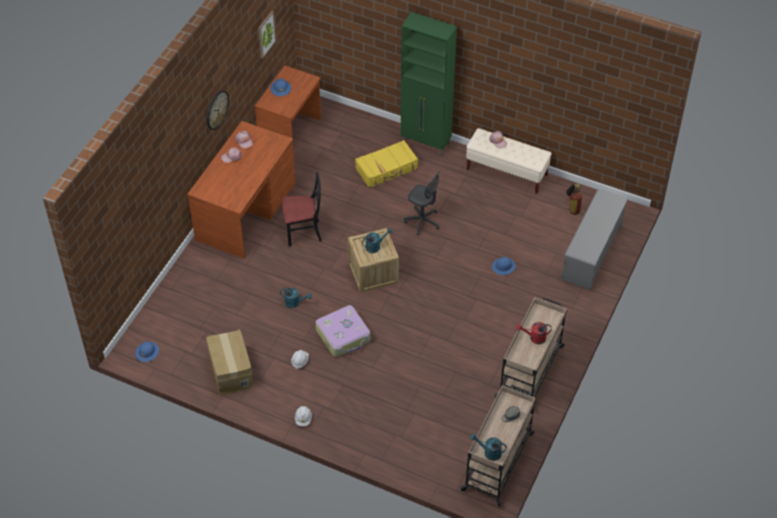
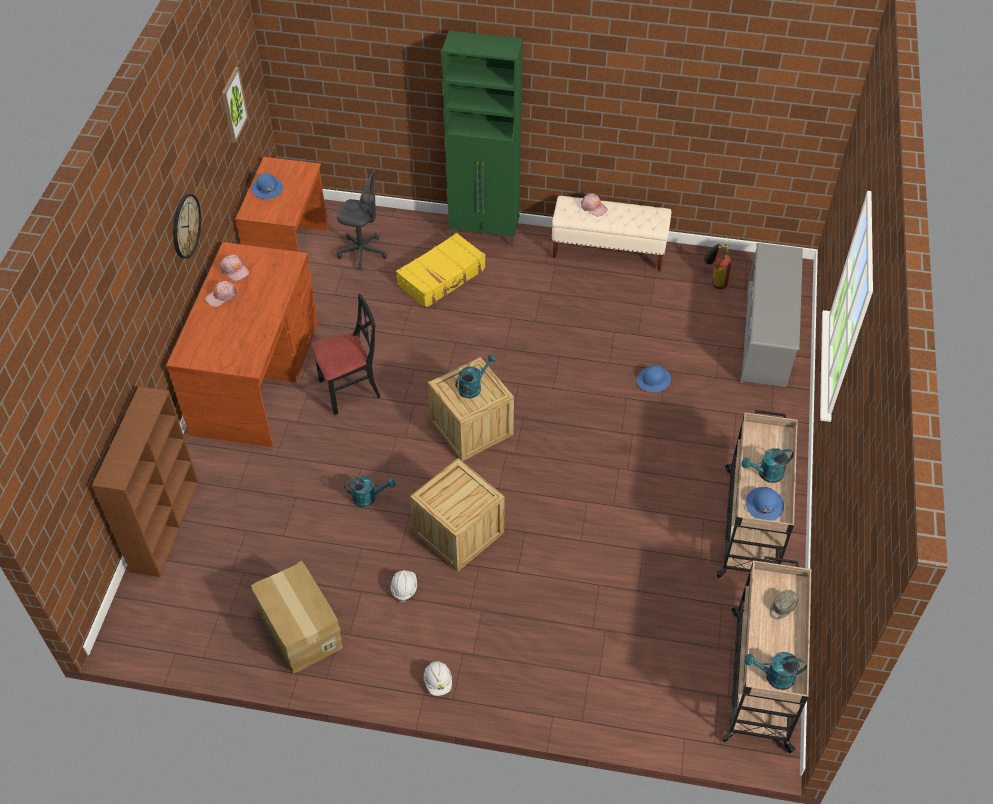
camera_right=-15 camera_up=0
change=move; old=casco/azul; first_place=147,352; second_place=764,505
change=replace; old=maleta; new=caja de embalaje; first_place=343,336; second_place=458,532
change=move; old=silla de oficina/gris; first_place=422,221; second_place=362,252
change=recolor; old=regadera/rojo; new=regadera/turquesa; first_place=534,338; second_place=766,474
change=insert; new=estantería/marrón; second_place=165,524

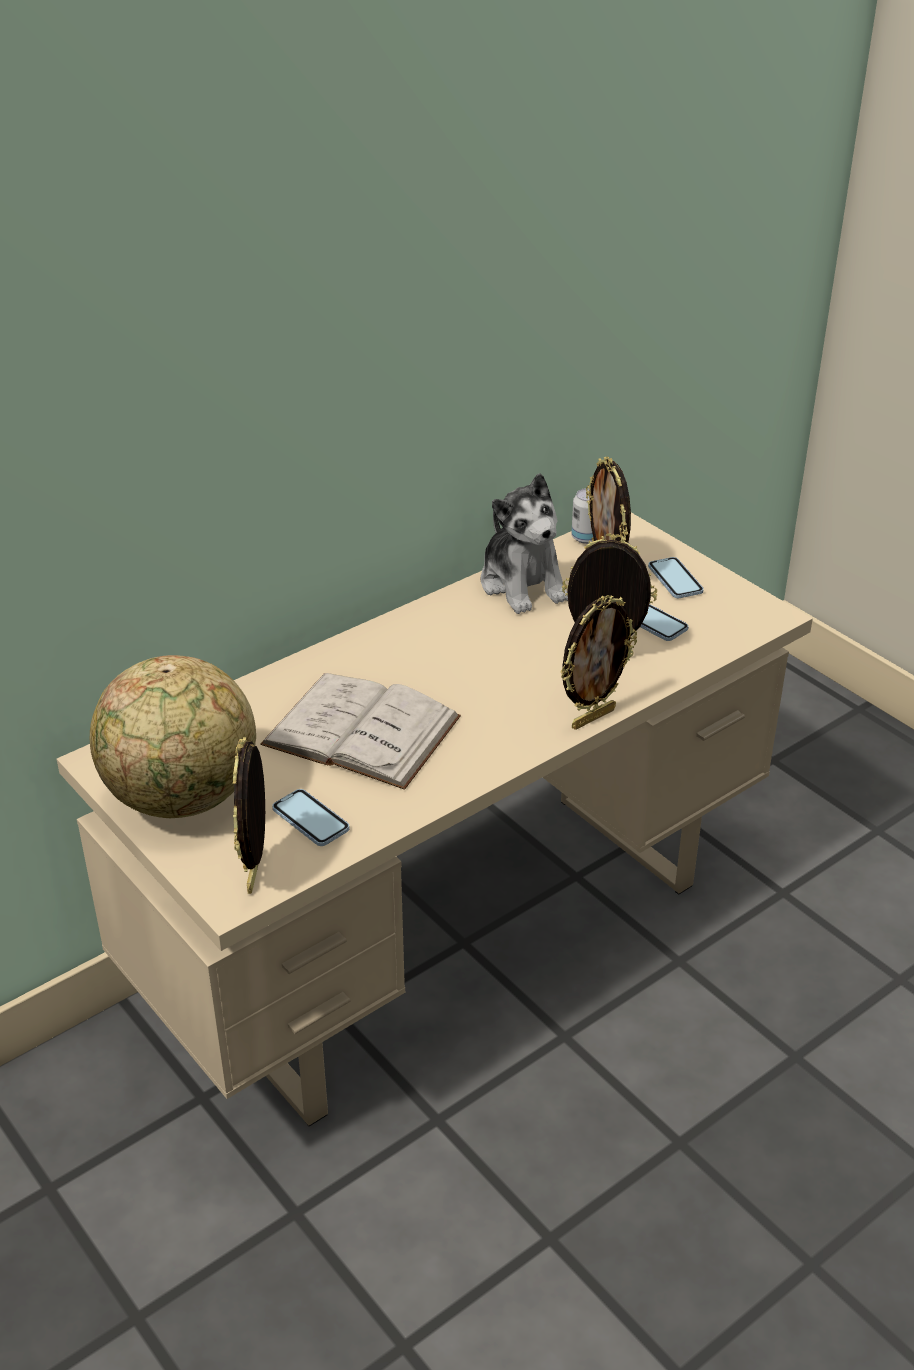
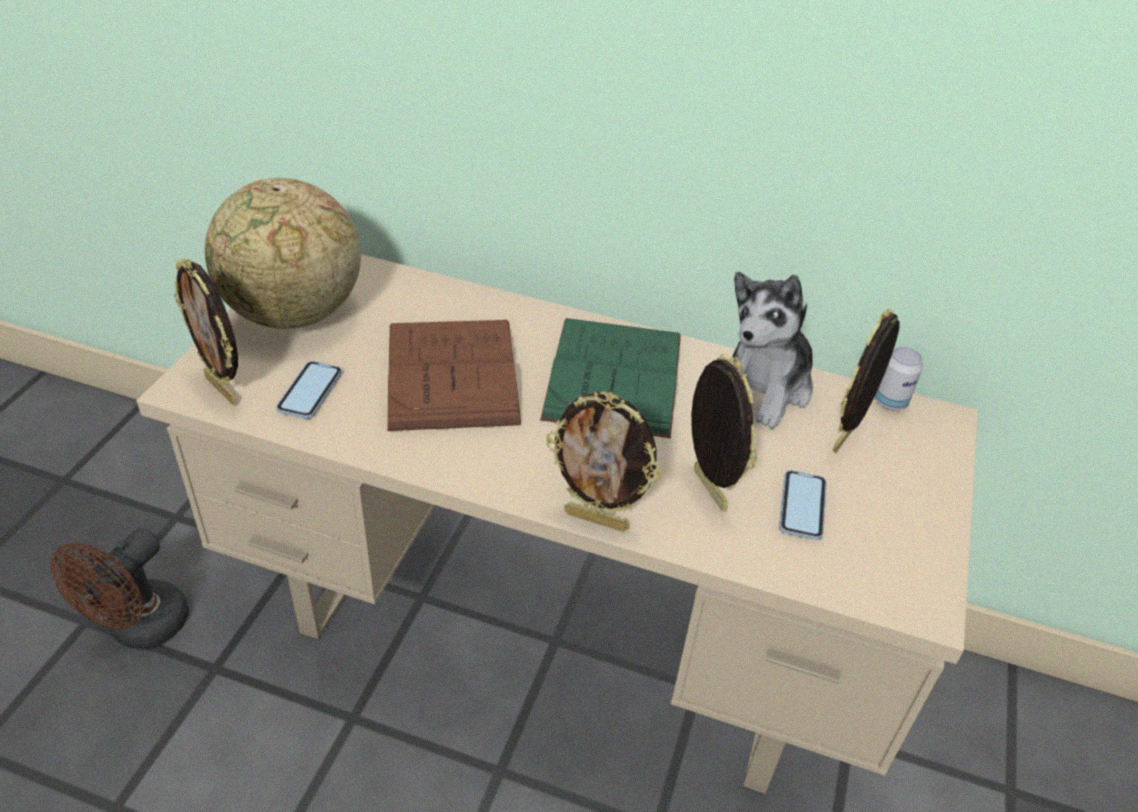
camera_right=55 camera_up=5
change=rotate; old=portarretratos; first_place=257,873; second_place=223,389; degrees=-105
change=recolor; old=libro/blanco; new=libro/marrón; first_place=361,730; second_place=452,373
change=delete; old=móvil; first_place=675,580
change=insert; new=ventilador/marrón; second_place=140,629
change=insert; new=libro/verde; second_place=614,376

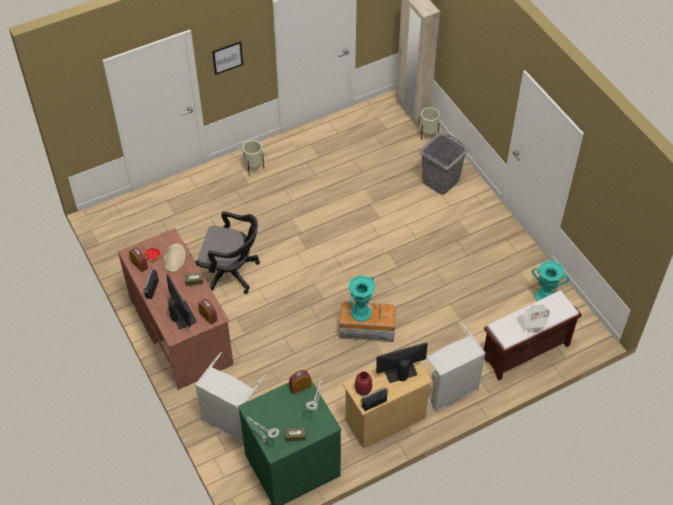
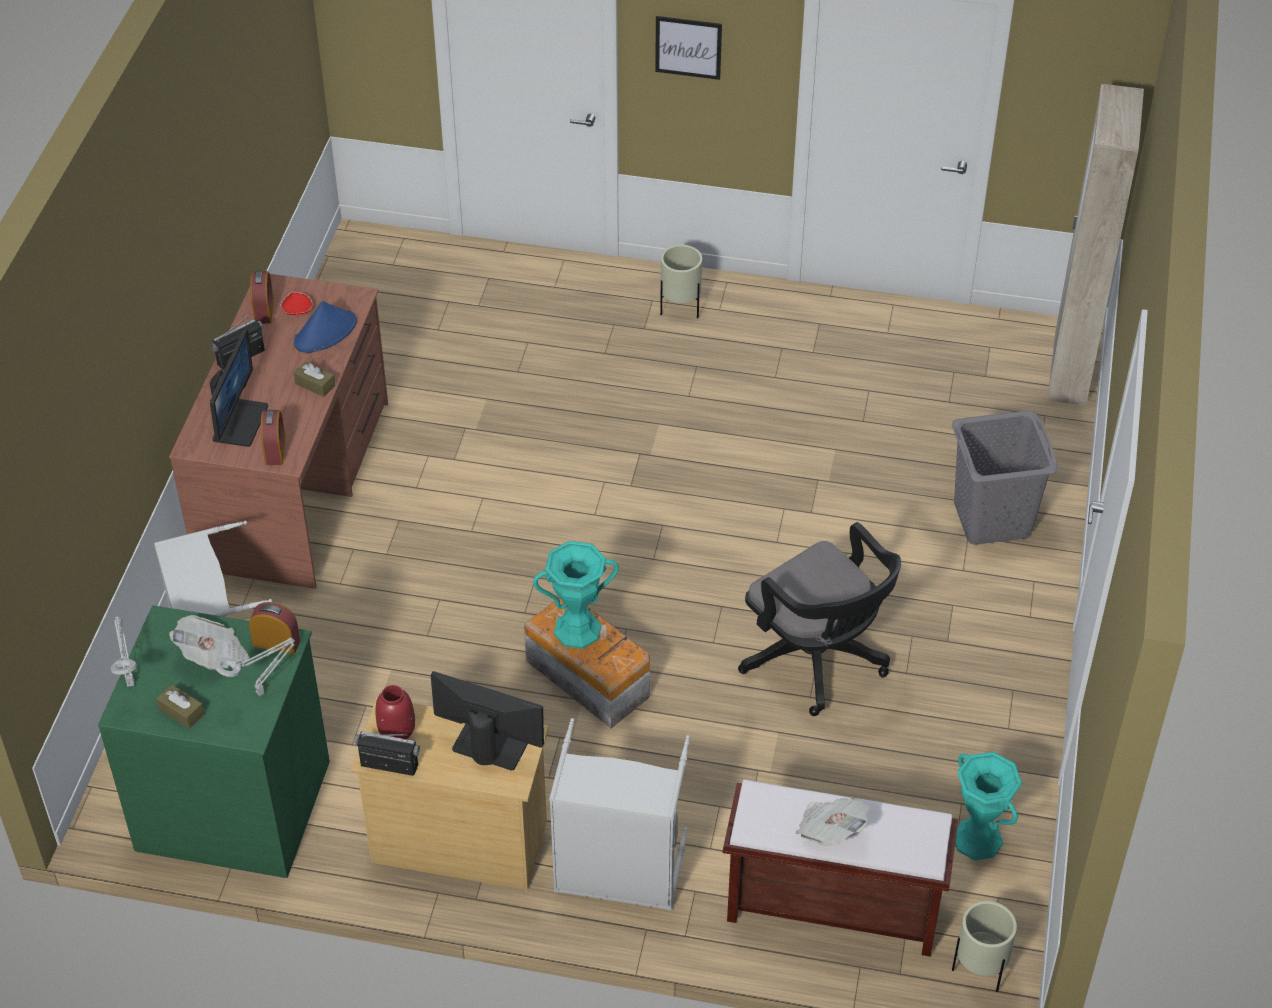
camera_right=40 camera_up=-5
change=recolor; old=sombrero/beis; new=sombrero/azul; first_place=174,258; second_place=325,332
change=move; old=silla de oficina/negro; first_place=231,273; second_place=818,661
change=move; old=maceta/beis; first_place=428,135; second_place=980,971
change=insert; new=periódico; second_place=213,655

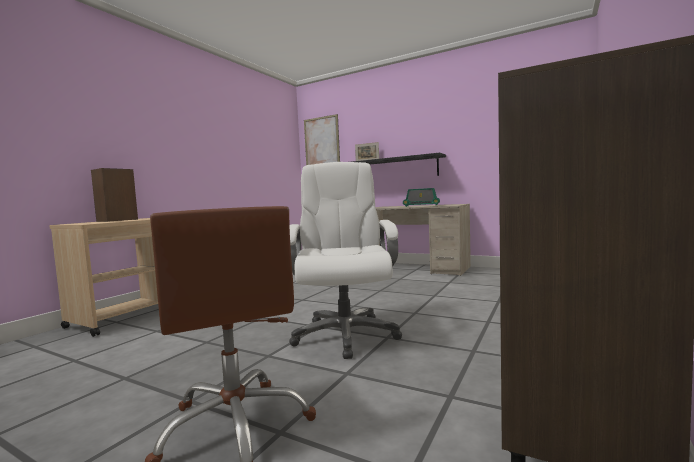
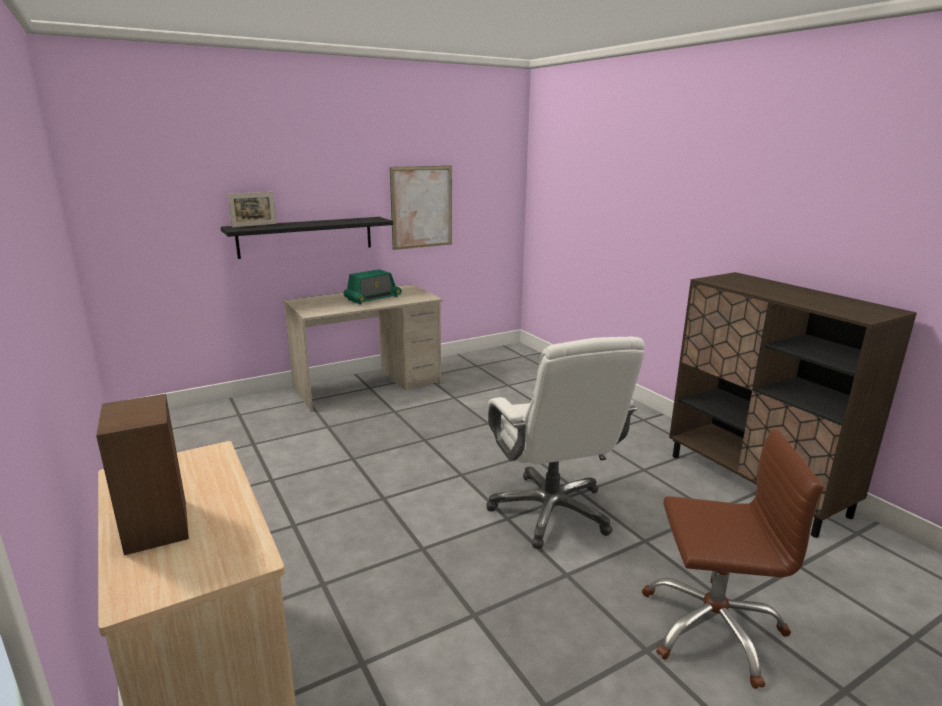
camera_right=-60 camera_up=15
change=rotate; old=silla de oficina/blanco; first_place=345,335; second_place=551,511; degrees=-135
change=move; old=cuadro; first_place=321,141; second_place=422,207

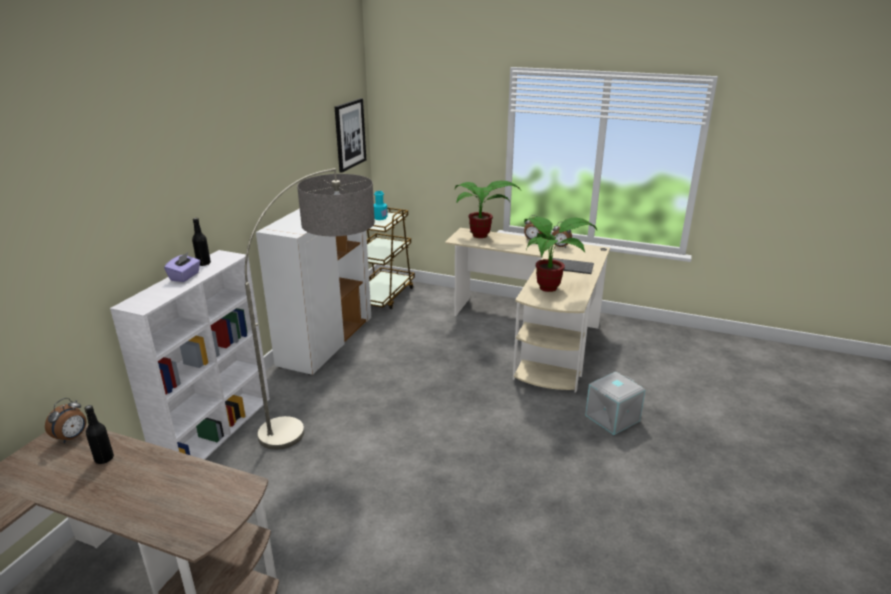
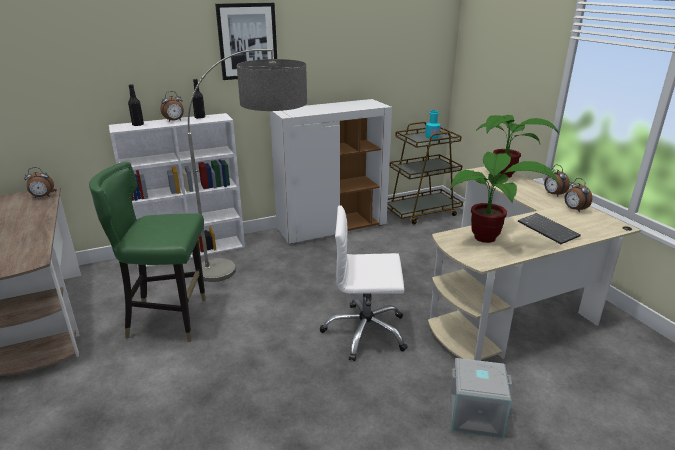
camera_right=45 camera_up=0
change=move; old=botella/negro; first_place=104,459; second_place=138,125
change=replace; old=caja de pañuelos/morado; new=despertador; first_place=185,276; second_place=174,121
change=move; old=cuadro; first_place=349,134; second_place=247,41
change=insert; new=silla/verde; second_place=169,319
change=insert; new=silla de oficina/blanco; second_place=365,332

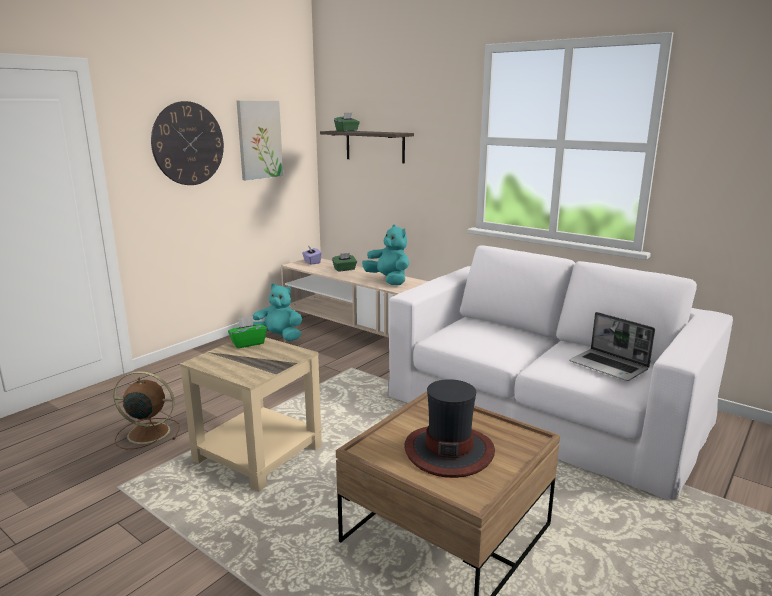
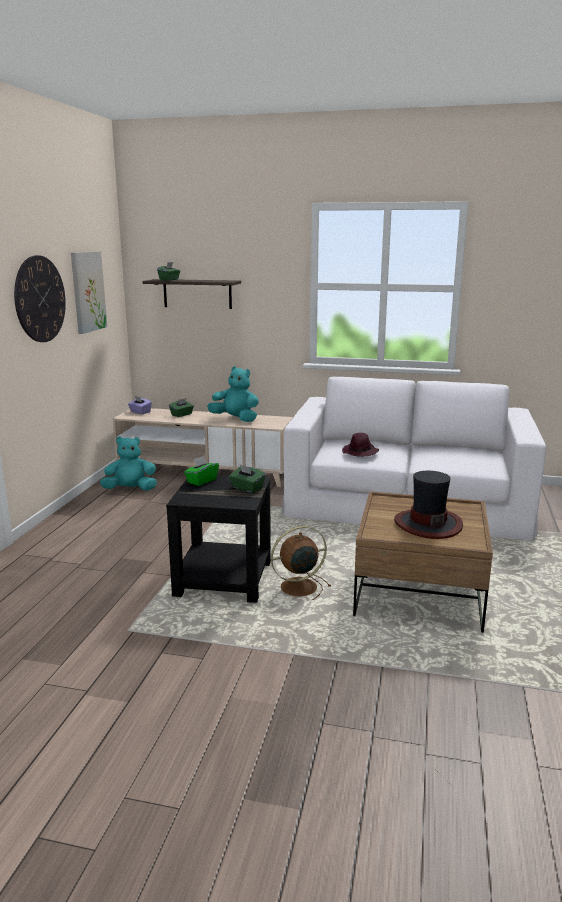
camera_right=-25 camera_up=0
change=move; old=ventilador/marrón; first_place=147,433; second_place=297,588
change=recolor; old=mesa auxiliar/beis; new=mesa auxiliar/negro; first_place=260,453; second_place=225,578
change=delete; old=portátil; first_place=609,366
change=insert; new=caja de pañuelos/verde; second_place=247,488
change=insert; new=sombrero/morado; second_place=360,452

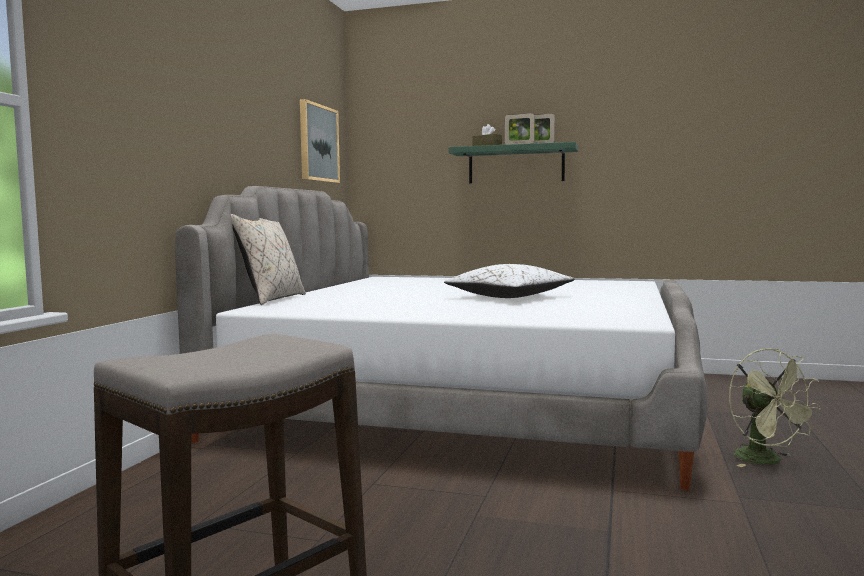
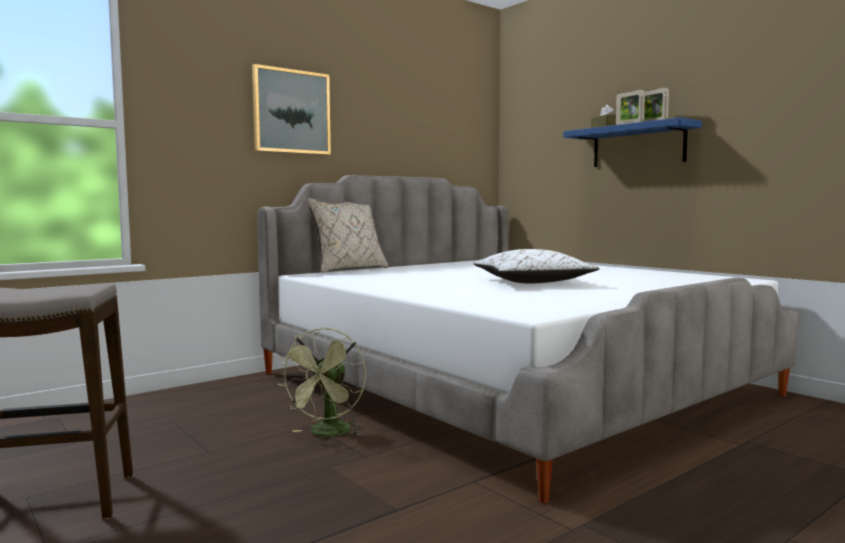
camera_right=35 camera_up=0
change=move; old=cuadro; first_place=318,143; second_place=291,112
change=recolor; old=estante/verde; new=estante/azul; first_place=516,165; second_place=638,146
change=move; old=ventilador/verde; first_place=766,461; second_place=328,434

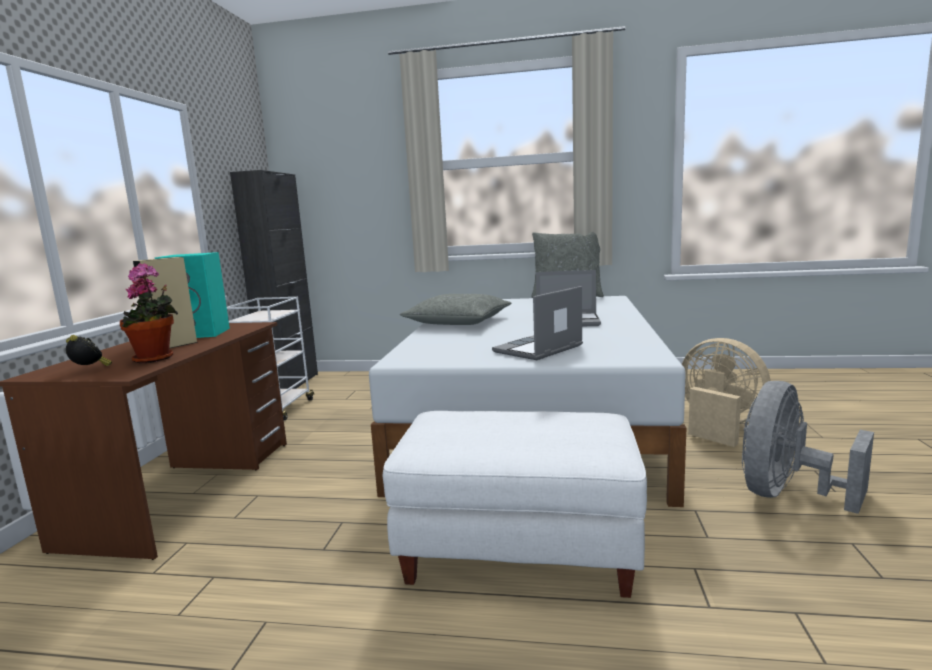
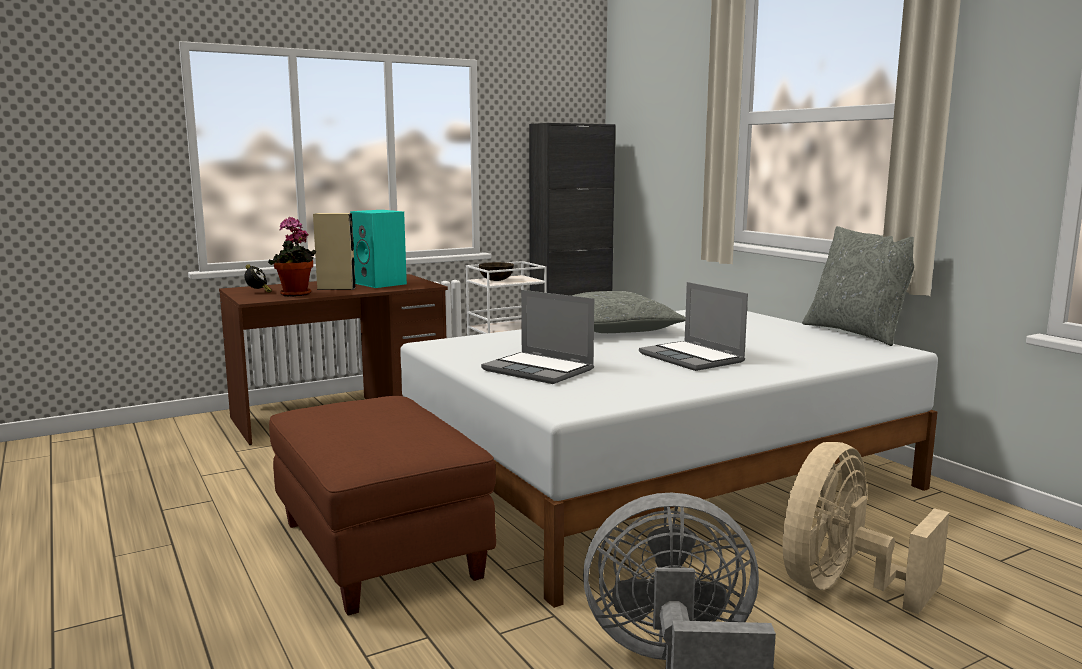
camera_right=50 camera_up=0
change=recolor; old=puf/blanco; new=puf/marrón; first_place=518,547; second_place=381,549
change=rotate; old=portátil; first_place=538,349; second_place=540,370; degrees=-150
change=rotate; old=ventilador/beis; first_place=718,426; second_place=842,587; degrees=-150
change=insert; new=cuenco/marrón; second_place=496,280

